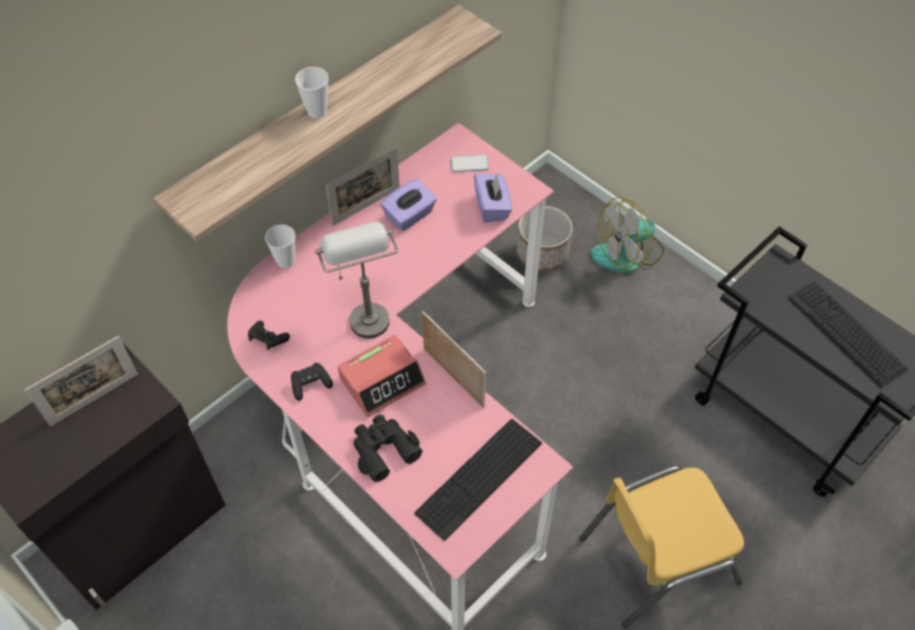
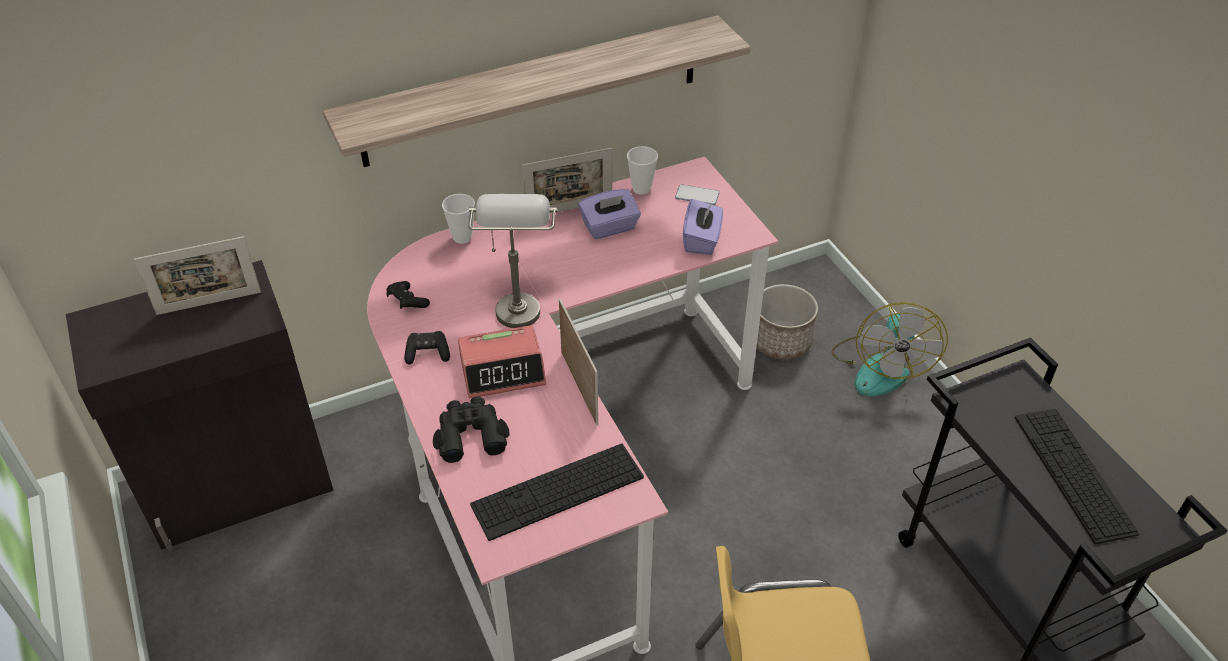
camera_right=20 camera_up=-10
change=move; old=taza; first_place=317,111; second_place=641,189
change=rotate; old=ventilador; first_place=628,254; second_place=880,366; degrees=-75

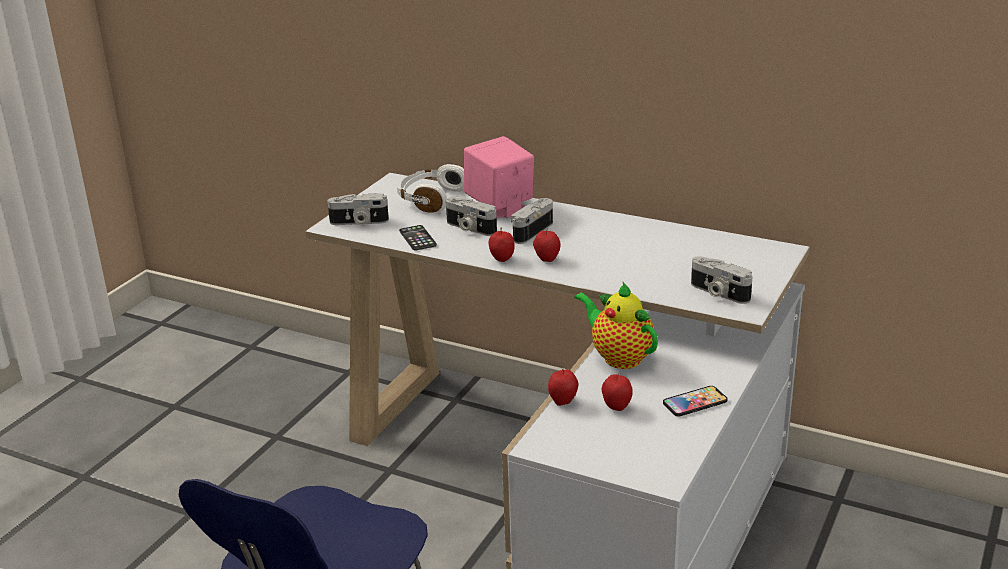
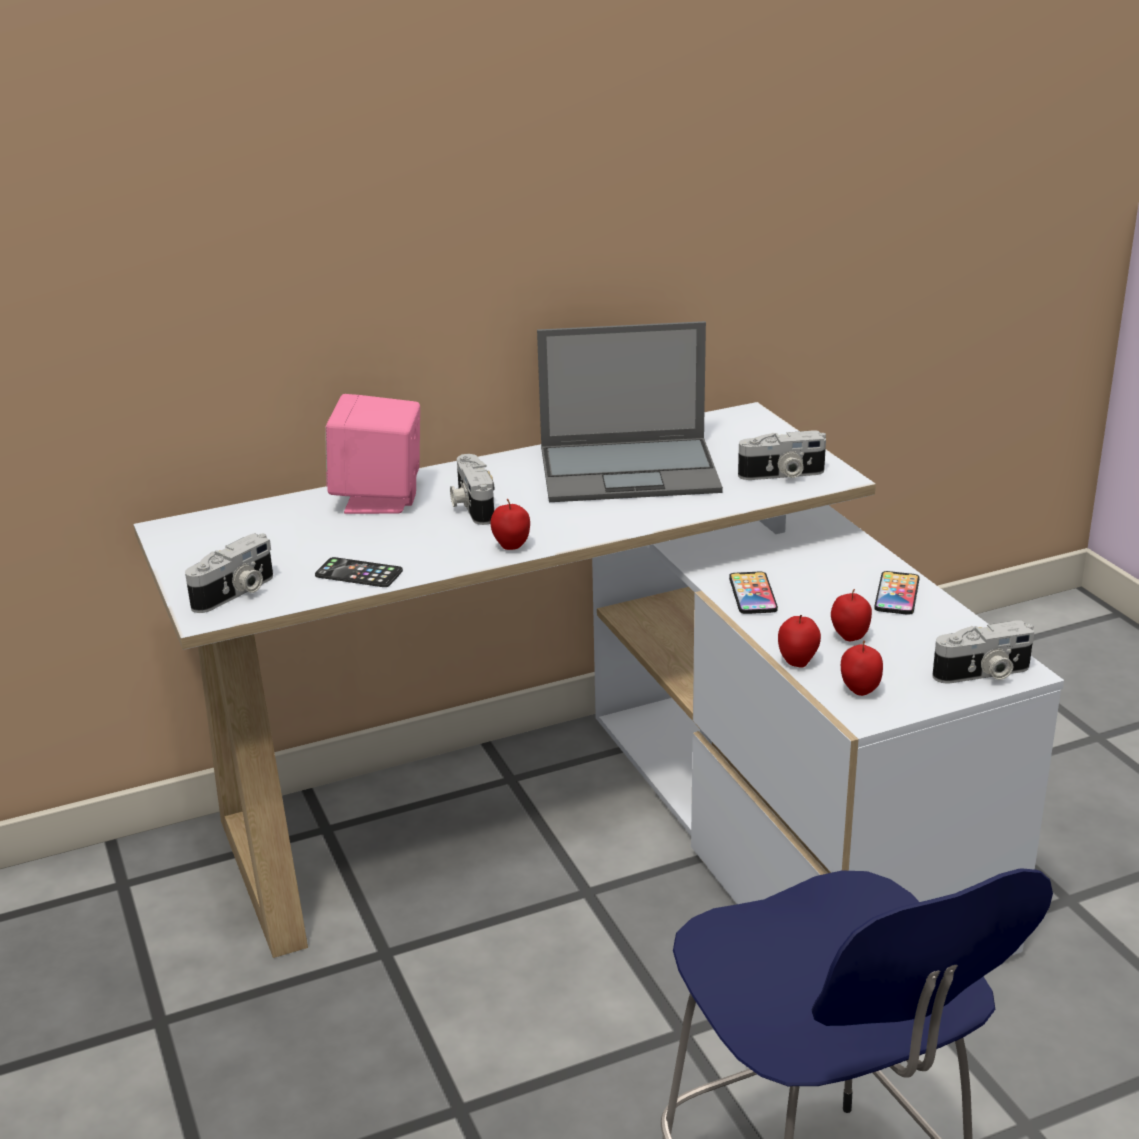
camera_right=-50 camera_up=0
change=delete; old=auriculares/blanco; first_place=431,199
change=move; old=cámara; first_place=469,228; second_place=983,674
change=move; old=manzana; first_place=547,259; second_place=860,691
change=replace; old=tetera; new=móvil; first_place=619,357; second_place=752,594
change=insert; new=portátil; second_place=631,470

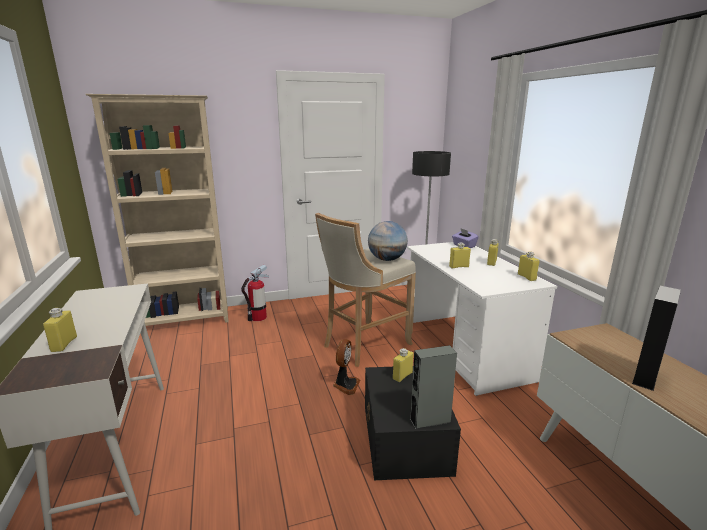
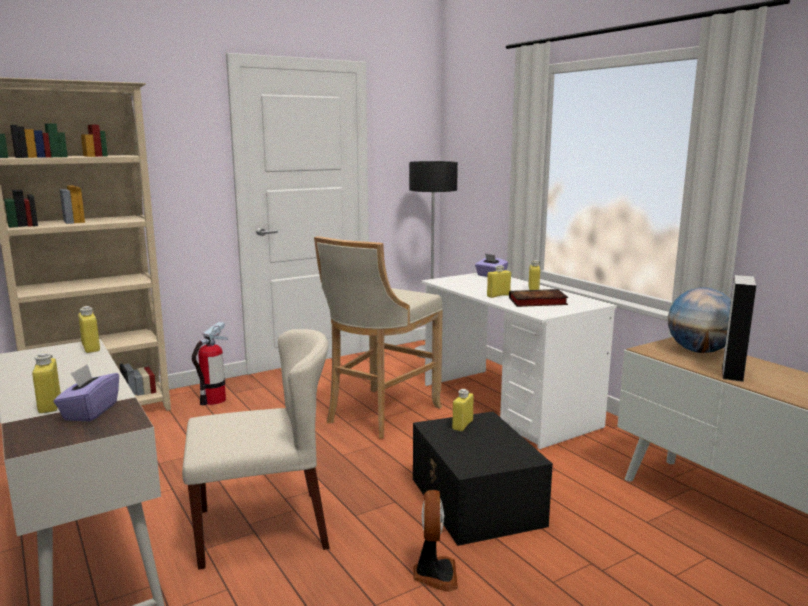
camera_right=-15 camera_up=-5
change=move; old=ventilador; first_place=345,385; second_place=434,574
change=move; old=globo terráqueo; first_place=387,259; second_place=699,351
change=delete; old=altavoz/gris; first_place=430,420
change=move; old=botella/amarillo; first_place=526,277; second_place=91,348
change=insert; new=caja de pañuelos/morado; second_place=90,412
change=insert; new=silla/beis; second_place=263,527
change=insert; new=libro; second_place=536,302

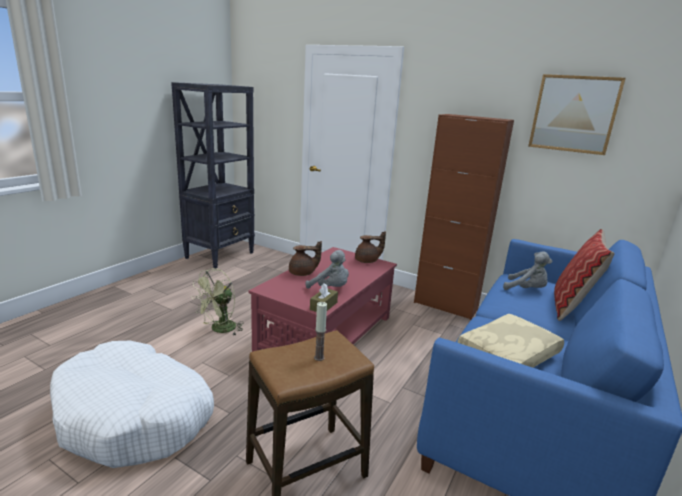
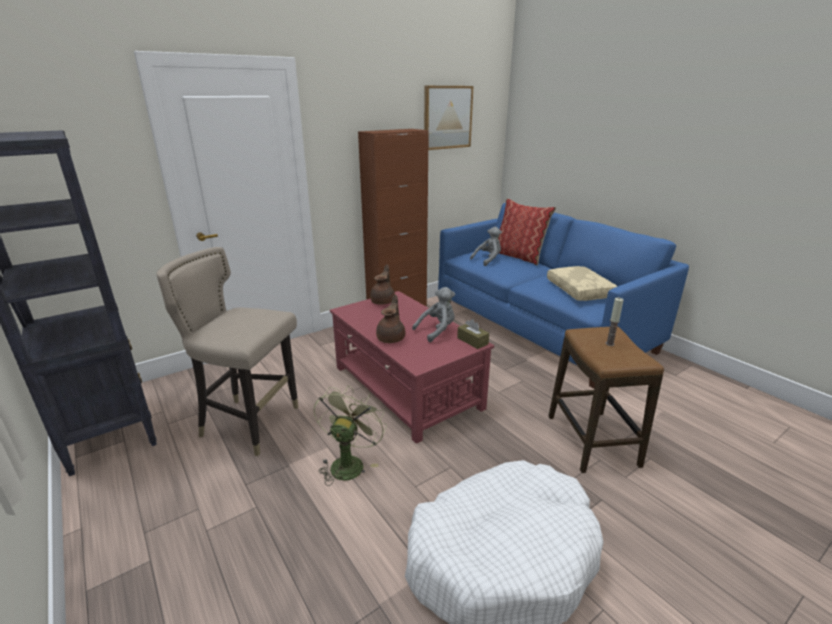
camera_right=-65 camera_up=5
change=rotate; old=ventilador/verde; first_place=219,329; second_place=349,462; degrees=-135
change=insert; new=taburete/beis; second_place=251,424

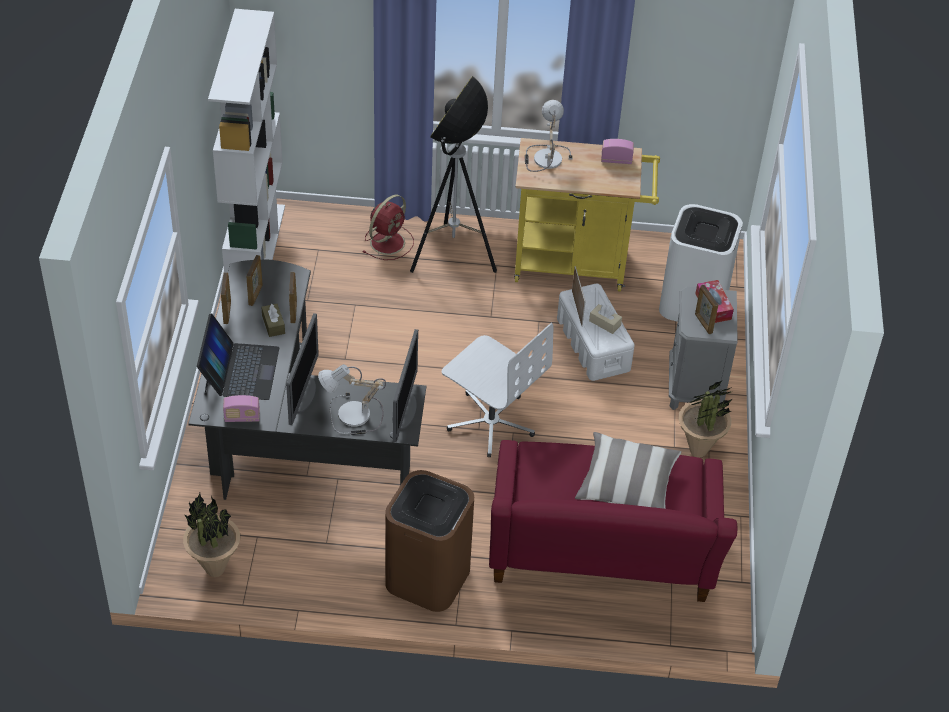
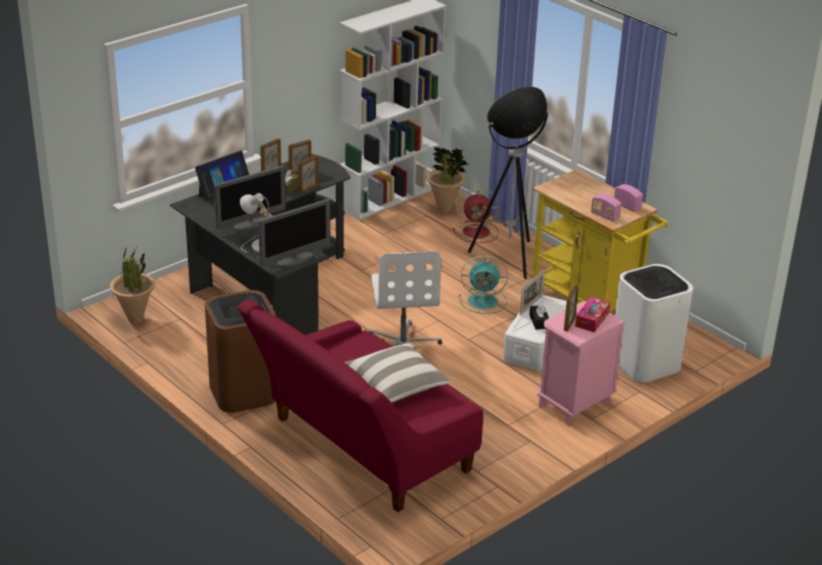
camera_right=45 camera_up=-15
change=move; old=radio; first_place=242,417; second_place=605,216
change=delete; old=lámpara de mesa; first_place=545,158
change=recolor; old=caja de pañuelos/beis; new=caja de pañuelos/negro; first_place=605,323; second_place=539,322
change=recolor; old=mesita de noche/gris; new=mesita de noche/rosa; first_place=694,387; second_place=574,404
change=move; old=planta en maceta; first_place=698,451; second_place=444,209
change=insert; new=ventilador/turquesa; second_place=484,301

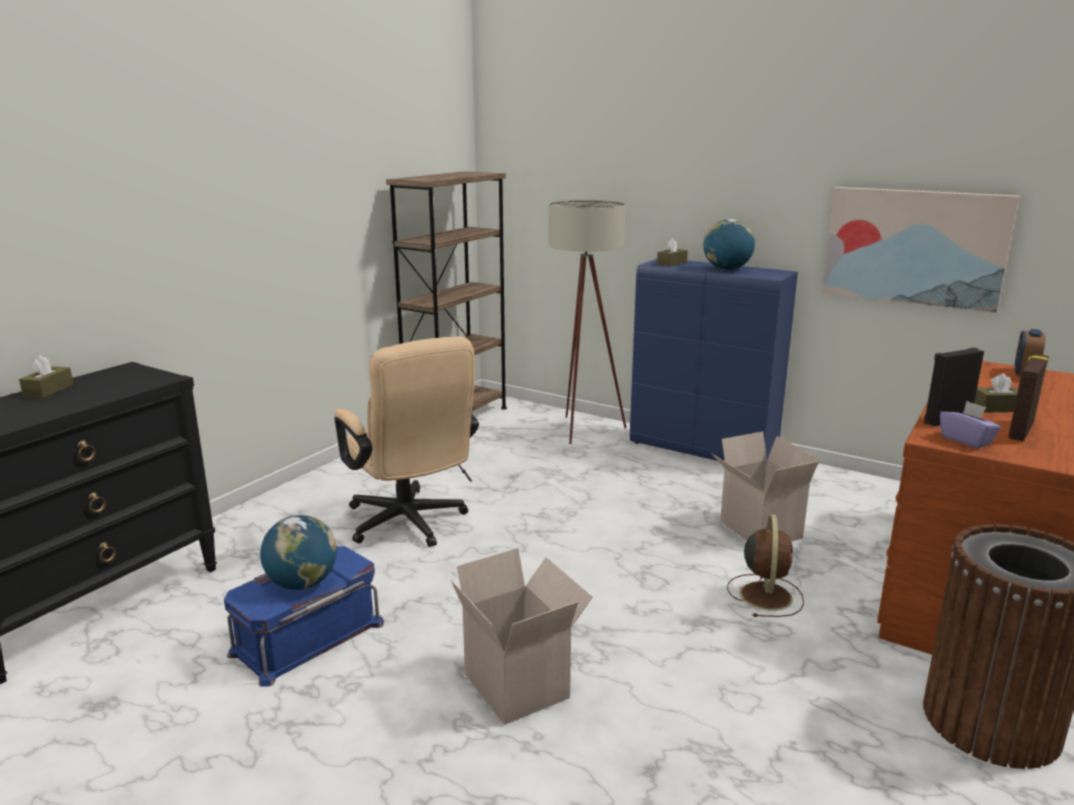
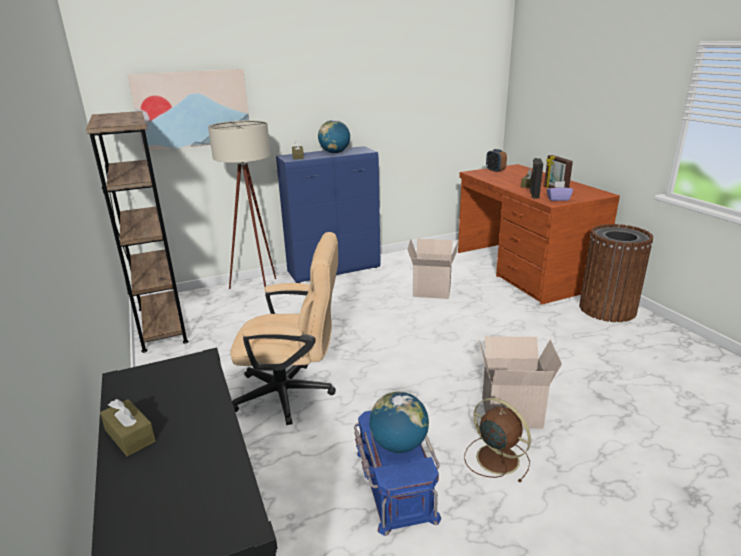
camera_right=-55 camera_up=5
change=move; old=ventilador/marrón; first_place=765,594; second_place=495,458
change=move; old=cuadro; first_place=914,247; second_place=193,109

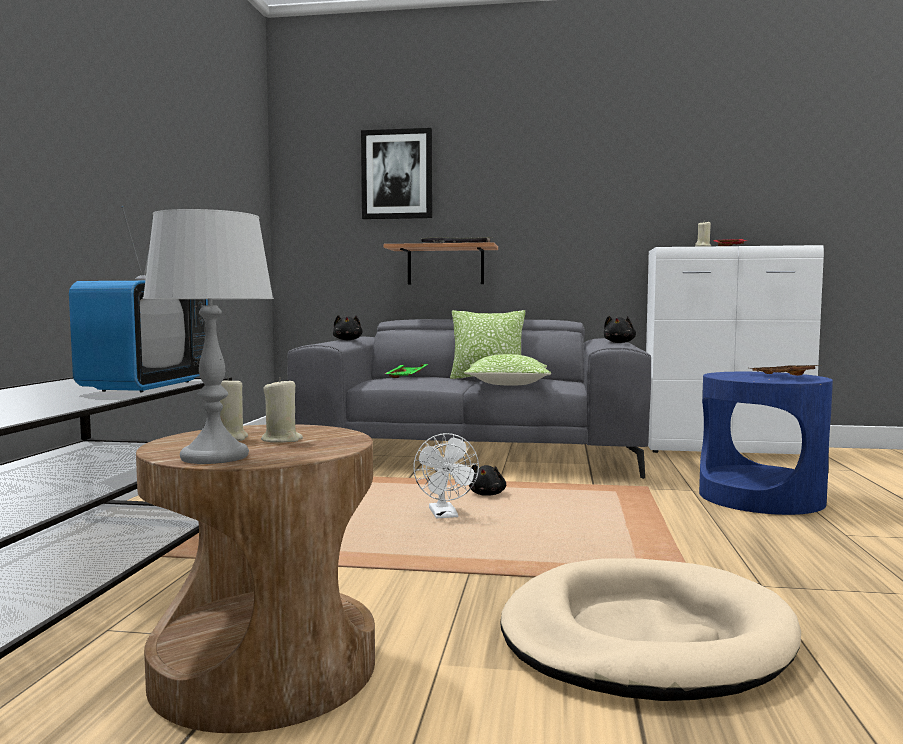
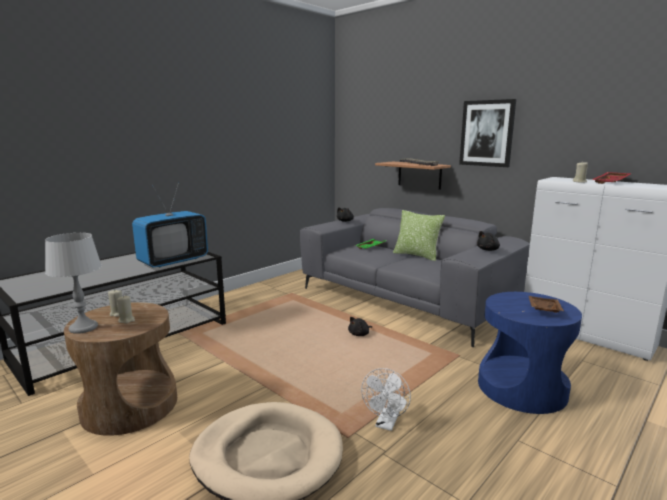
camera_right=35 camera_up=10
change=move; old=cuadro; first_place=397,174; second_place=487,133
change=move; old=ventilador/blanco; first_place=445,516; second_place=386,424
change=delete; old=cojín; first_place=507,384

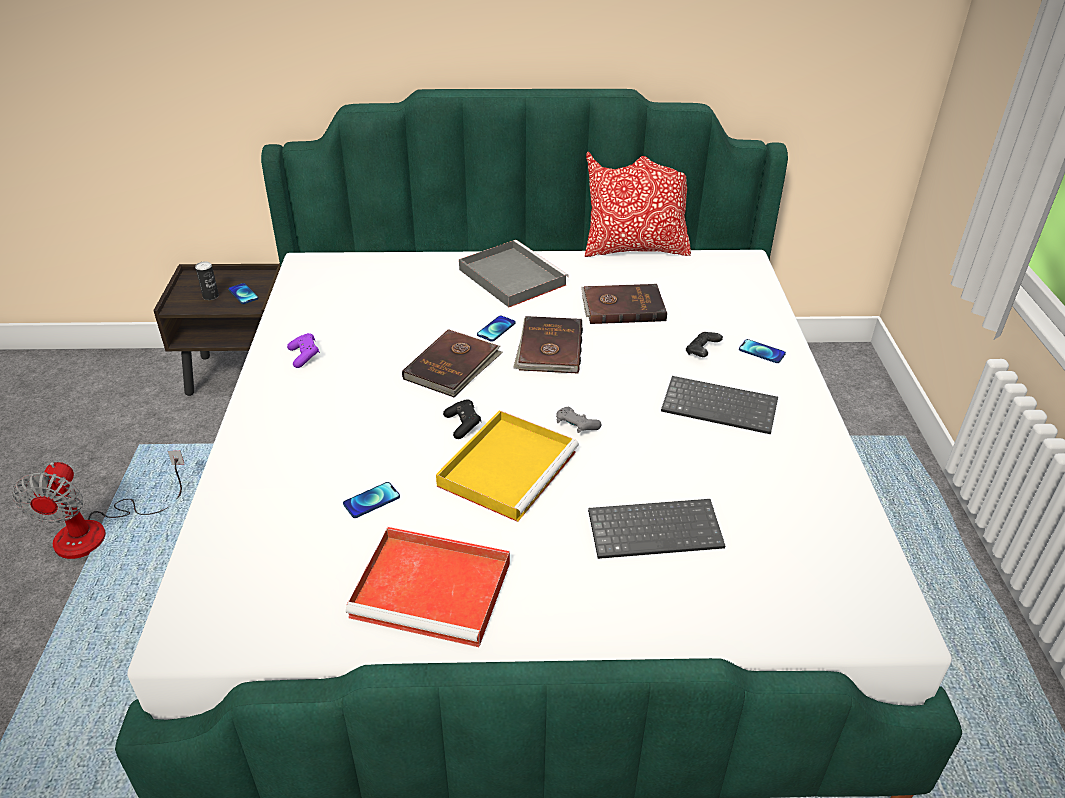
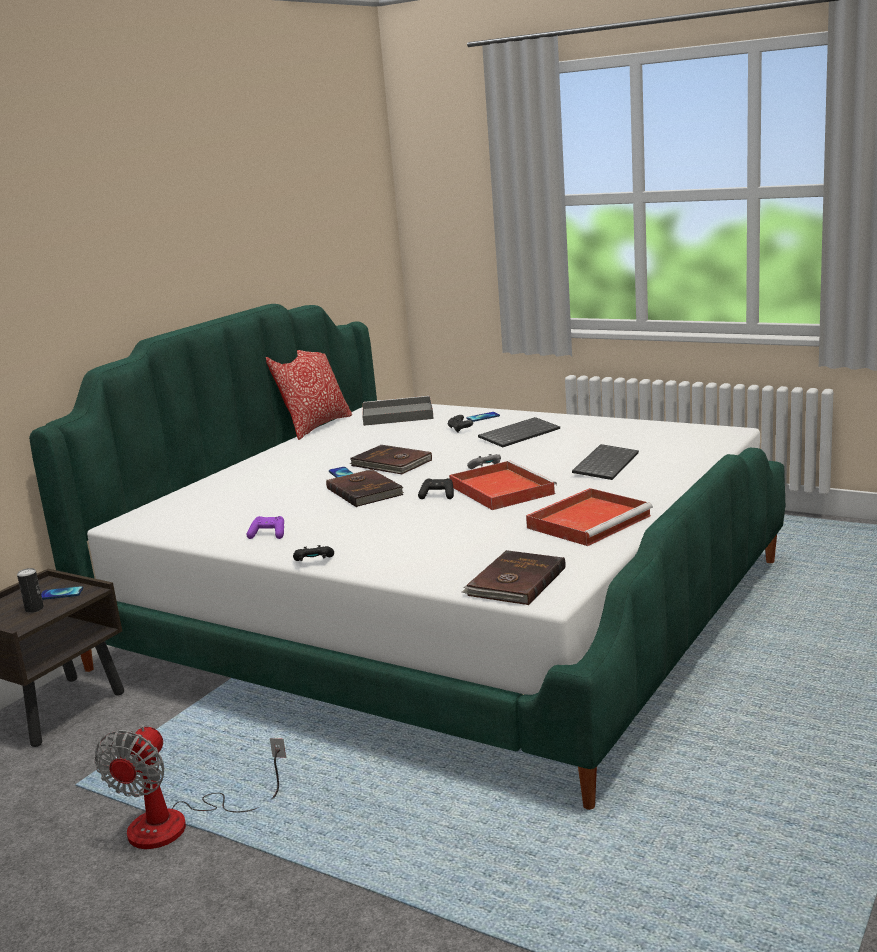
camera_right=-55 camera_up=-20
change=rotate; old=ventilador; first_place=99,531; second_place=179,823; degrees=75
change=delete; old=móvil; first_place=371,501
change=recolor; old=bandeja/amarillo; new=bandeja/rojo; first_place=508,466; second_place=500,489
change=move; old=bandeja/gris; first_place=510,276; second_place=396,415
change=move; old=libro/marrón; first_place=622,307; second_place=515,582
change=insert; new=mando de consola/negro; second_place=314,562

